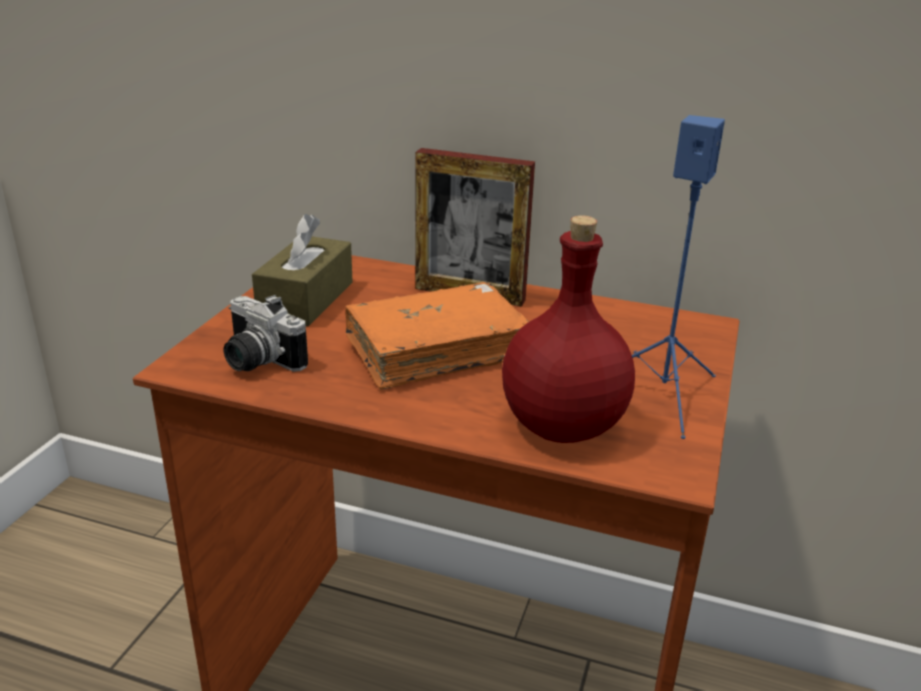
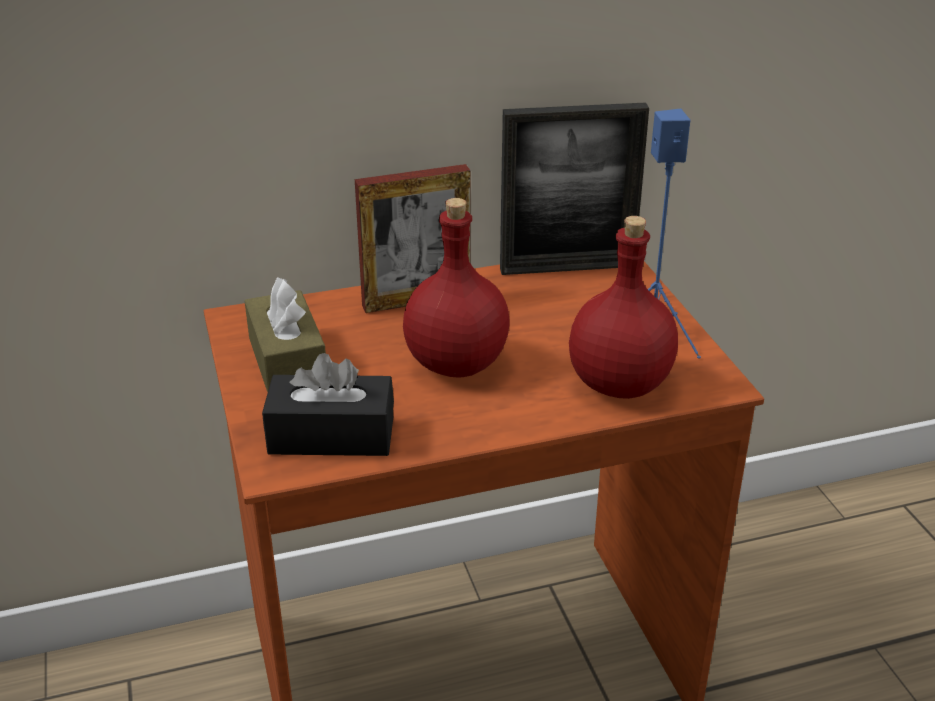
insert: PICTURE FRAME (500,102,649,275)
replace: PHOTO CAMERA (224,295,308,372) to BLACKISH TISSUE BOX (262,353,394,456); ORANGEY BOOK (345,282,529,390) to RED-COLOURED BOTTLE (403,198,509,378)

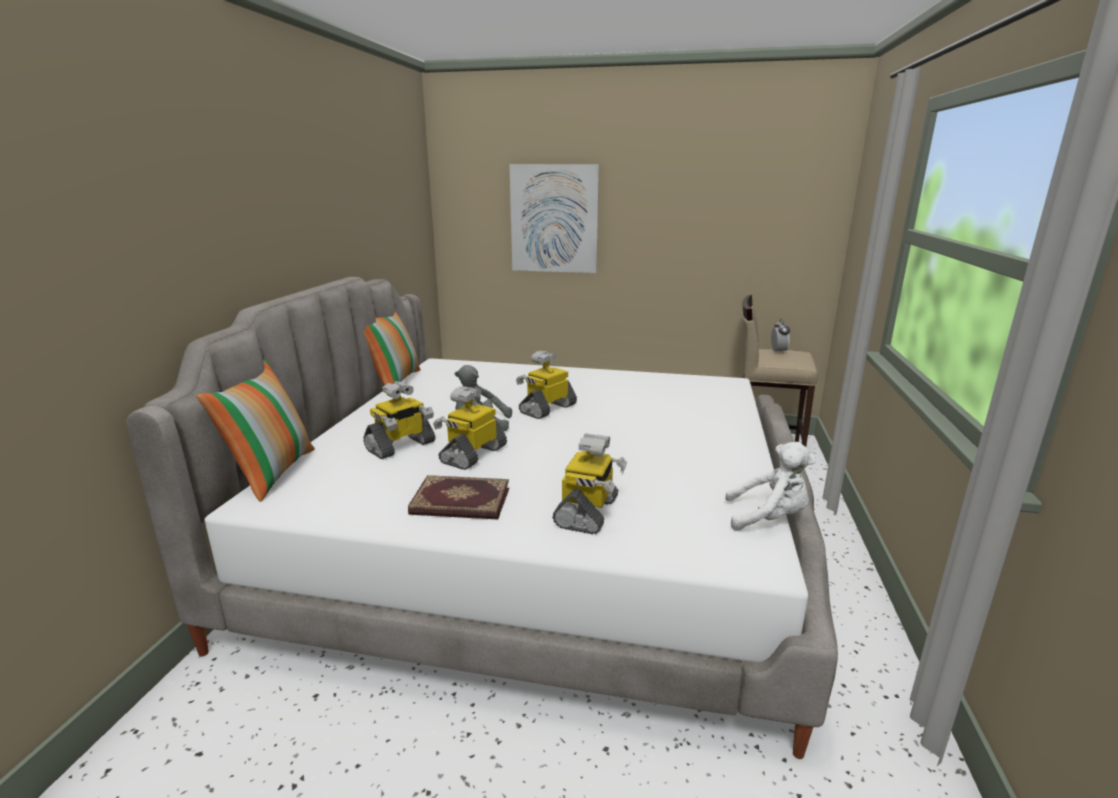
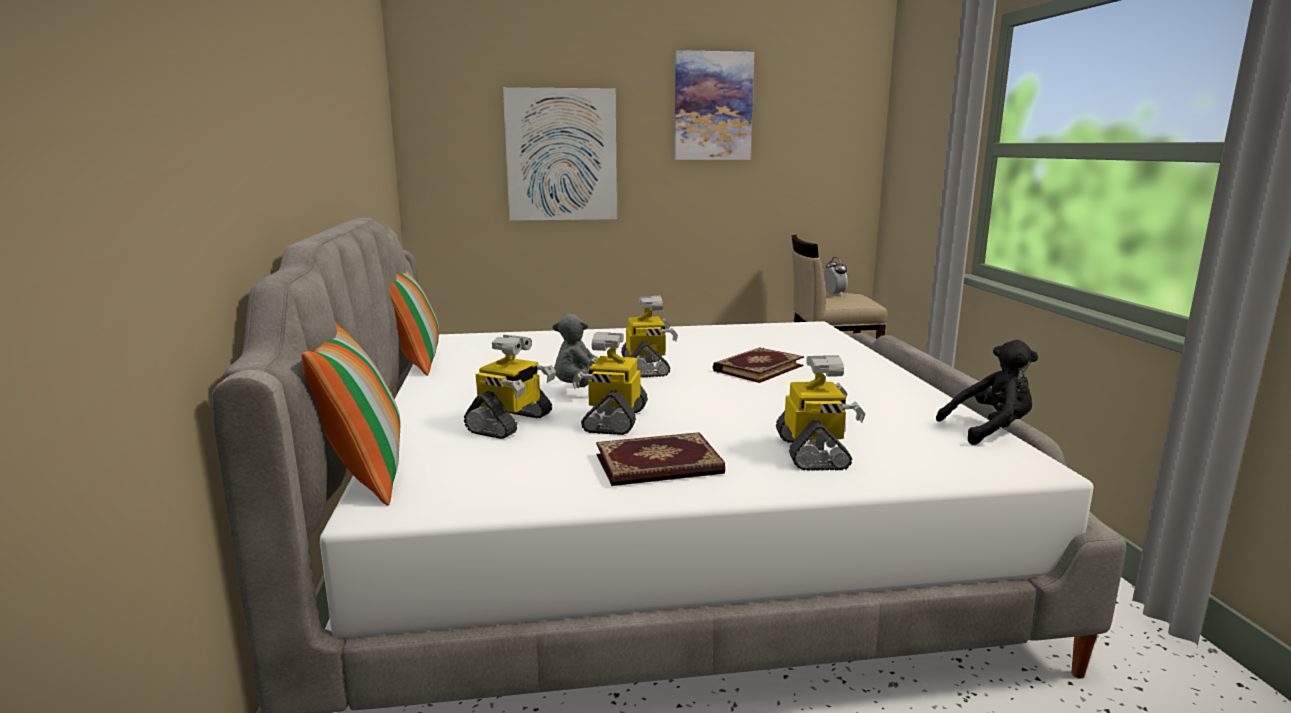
insert: PICTURE (675,50,754,160); BOOK (713,347,804,383)
recolor: WHITE-COLOURED SOFT TOY (725,442,816,531) to BLACKISH SOFT TOY (936,340,1038,445)
rotate: ROBOT FIGURE (516,351,577,419) = (621,296,678,377) 150 degrees clockwise

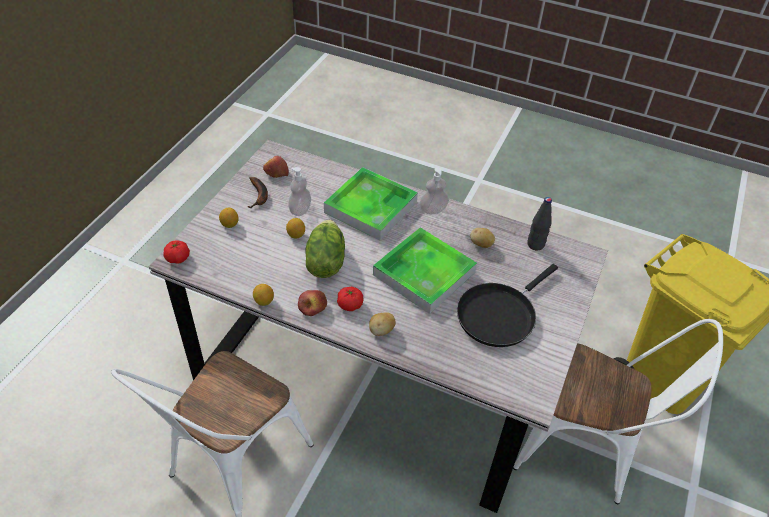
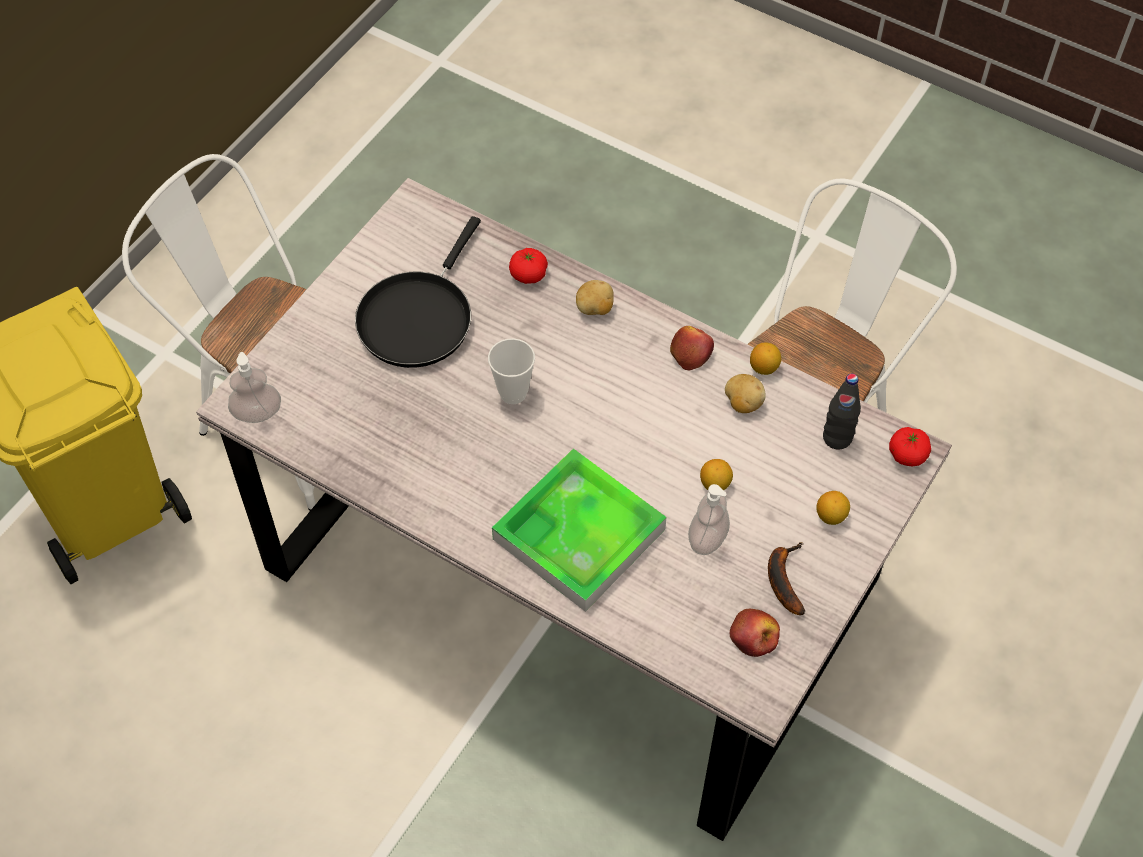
delete: LETTUCE HEAD (306,220,345,278)
move: FRESH TOMATO (337,287,363,311) to (509,248,548,284); SOAP DISPENSER (420,168,449,214) to (228,352,281,423); WHOLE POTATO (470,228,495,248) to (725,374,766,413); BLACKISH BOTTLE (527,197,552,250) to (823,374,861,449)
replace: SERVING TRAY (373,227,477,314) to CUP (488,338,535,404)
rotate: BLACKISH FRYING PAN (457,264,558,347) = (355,216,481,368) 150 degrees clockwise

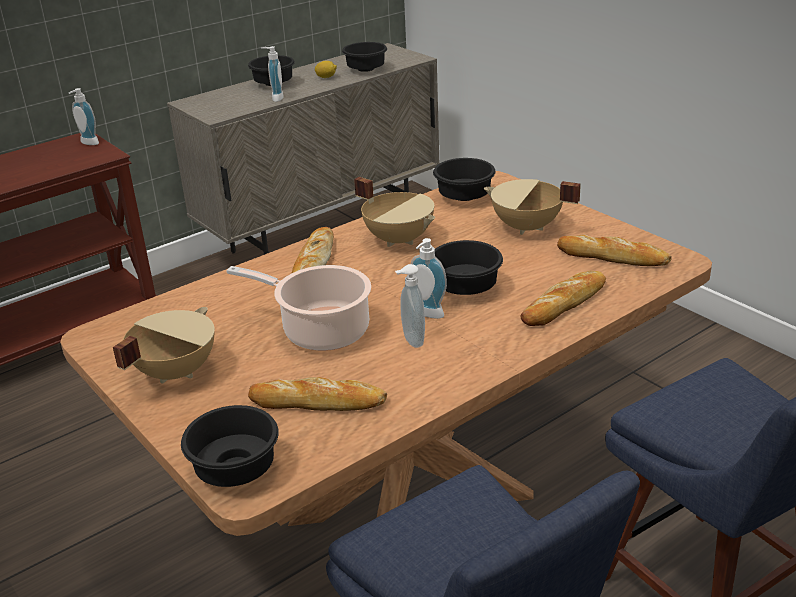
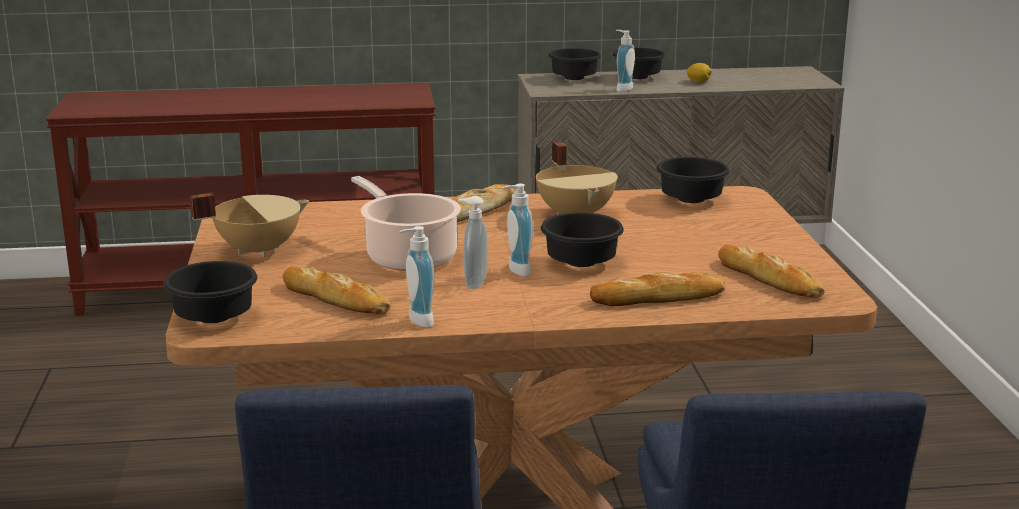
delete: BEIGE SAUCEPOT (484,179,581,235)
move: SOAP DISPENSER (69,88,99,145) to (399,226,435,328); BLACKISH SERVING BOWL (342,42,387,72) to (548,48,601,80)

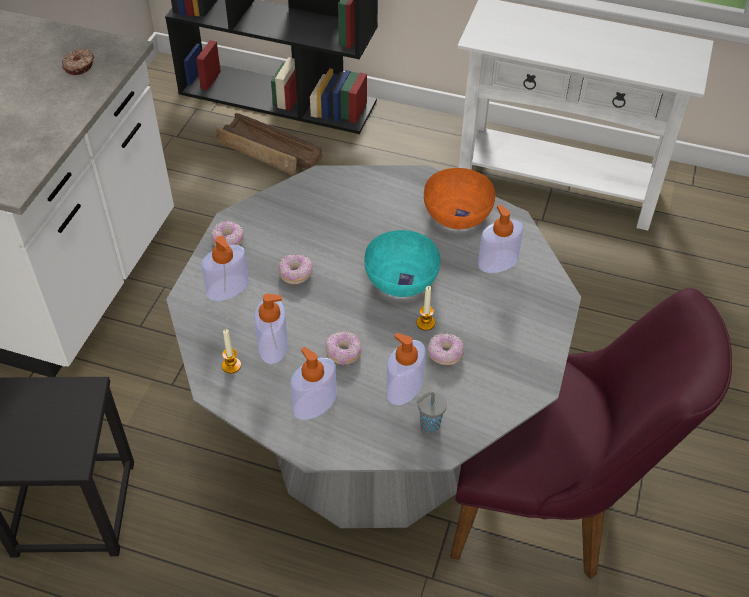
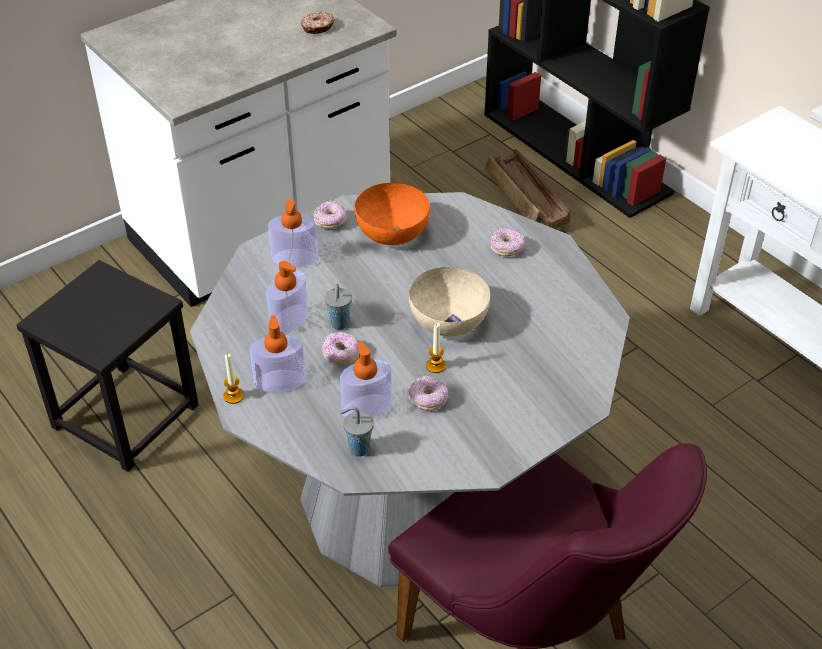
delete: SOAP DISPENSER (478,204,524,273)
insert: GRAY CUP (324,284,352,329)
move: WAX LIGHT (222,329,241,373) to (223,354,244,404); DONUT (279,254,313,284) to (491,227,525,256); ORANGEY SERVING BOWL (424,168,495,229) to (355,183,430,245)
recolor: BLUE-GREEN SERVING BOWL (364,230,440,297) to BEIGE SERVING BOWL (409,267,490,336)

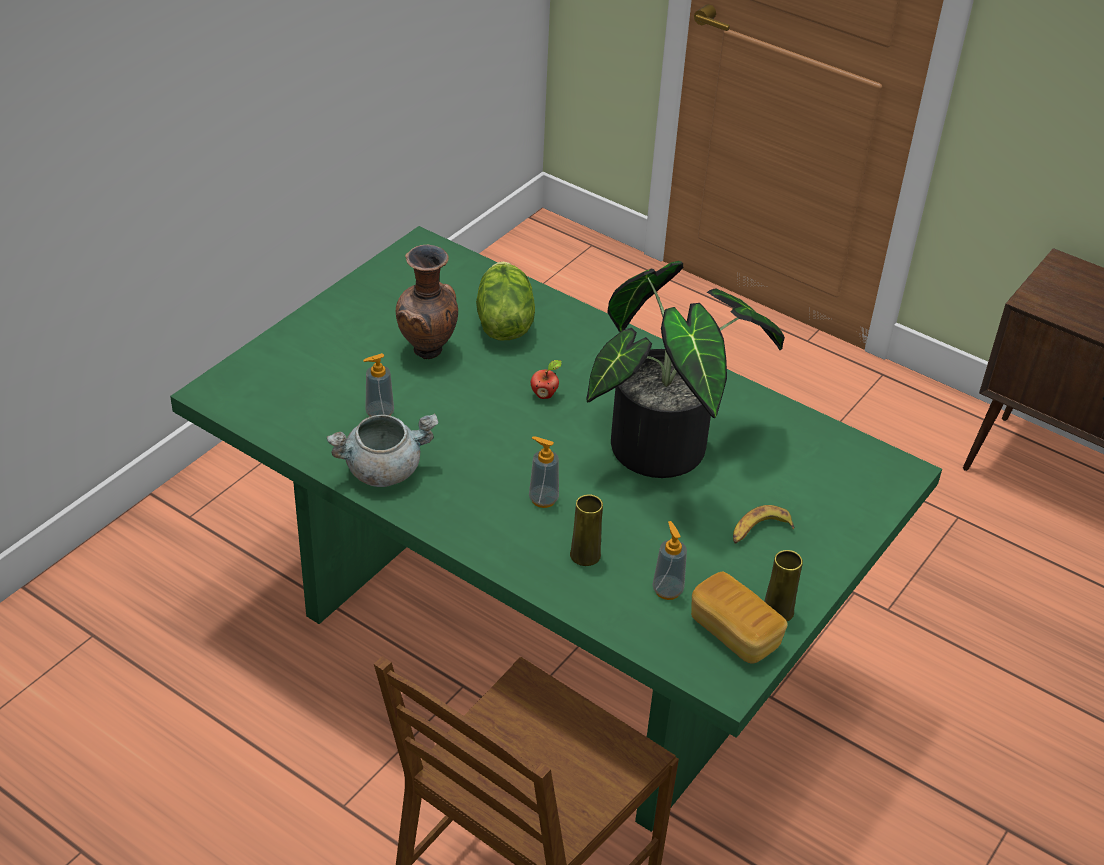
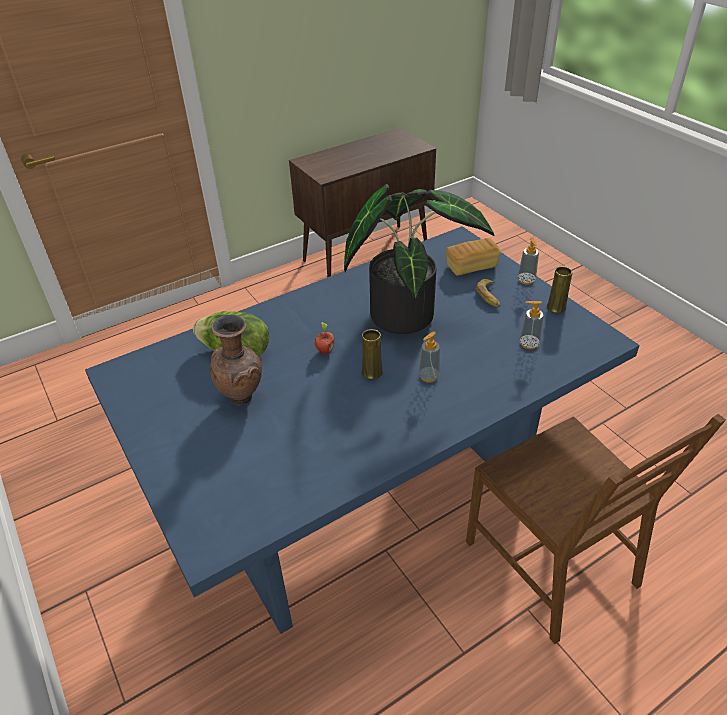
delete: GRAY SAUCEPOT (327,413,438,487)
move: SOAP DISPENSER (363,353,394,417) to (518,238,539,285); YELLOWISH DECORATIVE VASE (570,494,603,566) to (362,329,383,379); BREAD (691,571,787,664) to (446,238,501,276)
recolor: GREENISH KITCHEN TABLE (170,226,942,832) to BLUE KITCHEN TABLE (85,226,640,634)

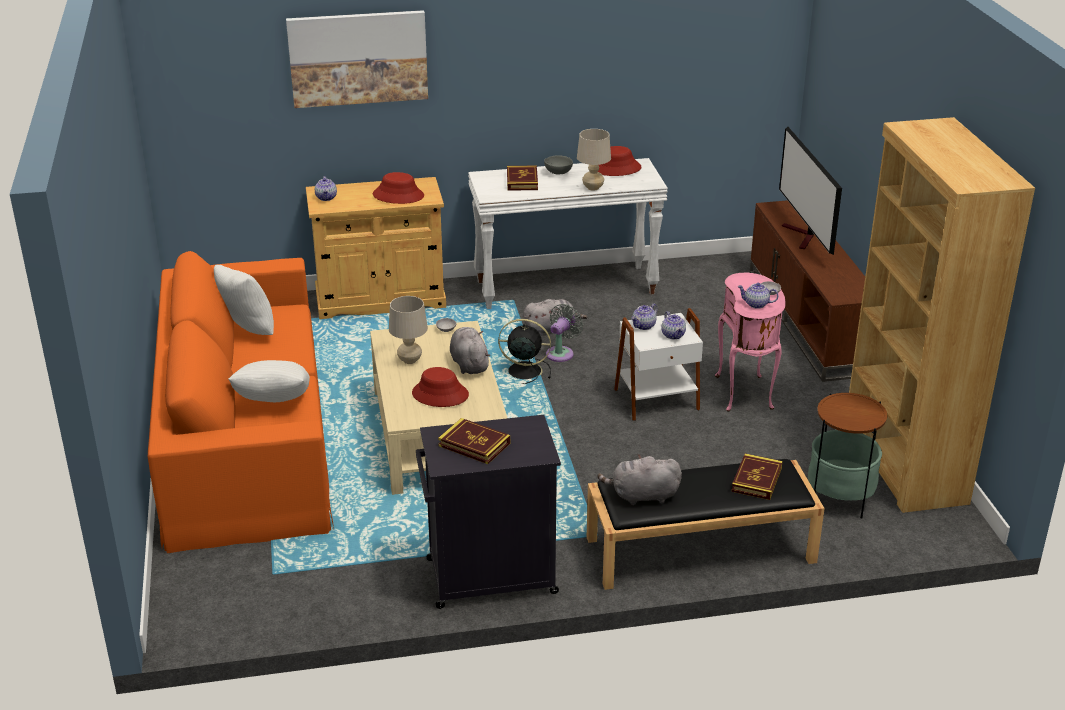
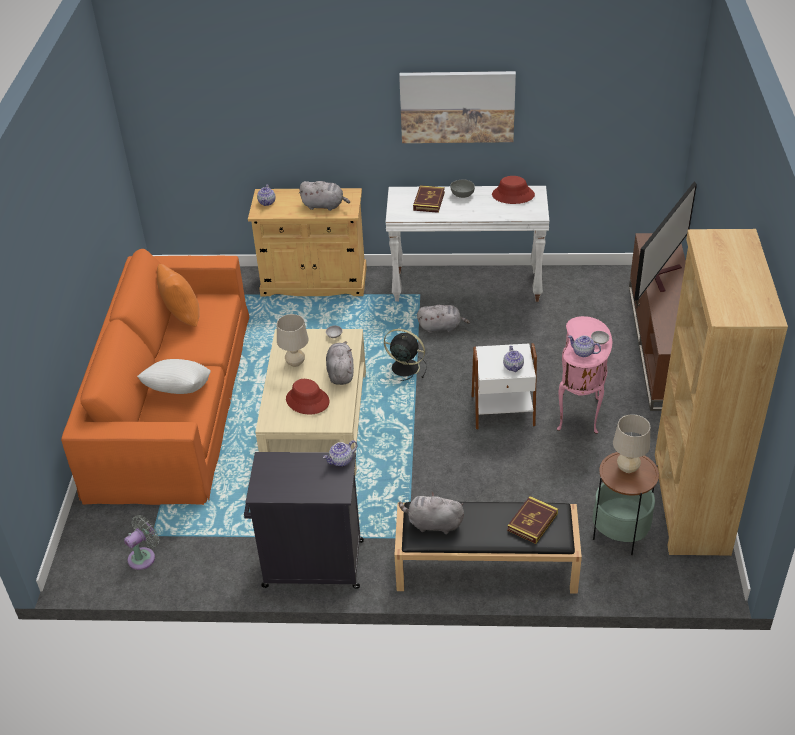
delete: BOOK (438,418,510,464)
move: PICTURE (286,10,428,108) to (399,71,516,143); GRAY FAN (546,304,583,362) to (124,515,159,570); BEIGE TABLE LAMP (577,129,611,191) to (613,414,650,473); TEA POT (632,303,657,330) to (323,440,358,467)
replace: RED-COLOURED WEARABLE HAT (373,172,424,204) to GRAY SOFT TOY (299,181,350,211)
recolor: WHITE-COLOURED THROW PILLOW (214,265,274,335) to ORANGEY THROW PILLOW (157,264,200,327)
rotate: TELEVISION (779,127,842,255) = (634,181,697,301) 150 degrees counterclockwise

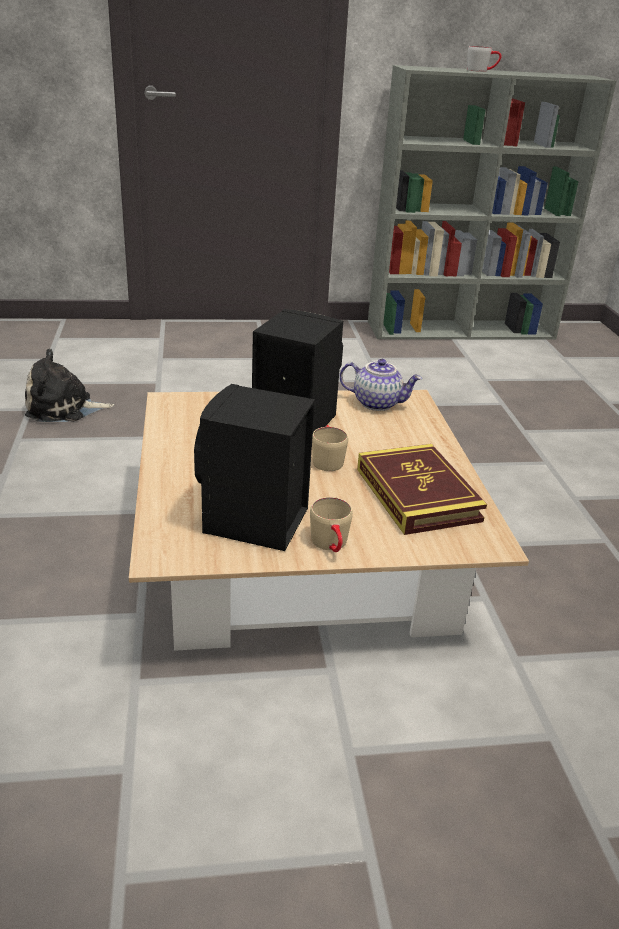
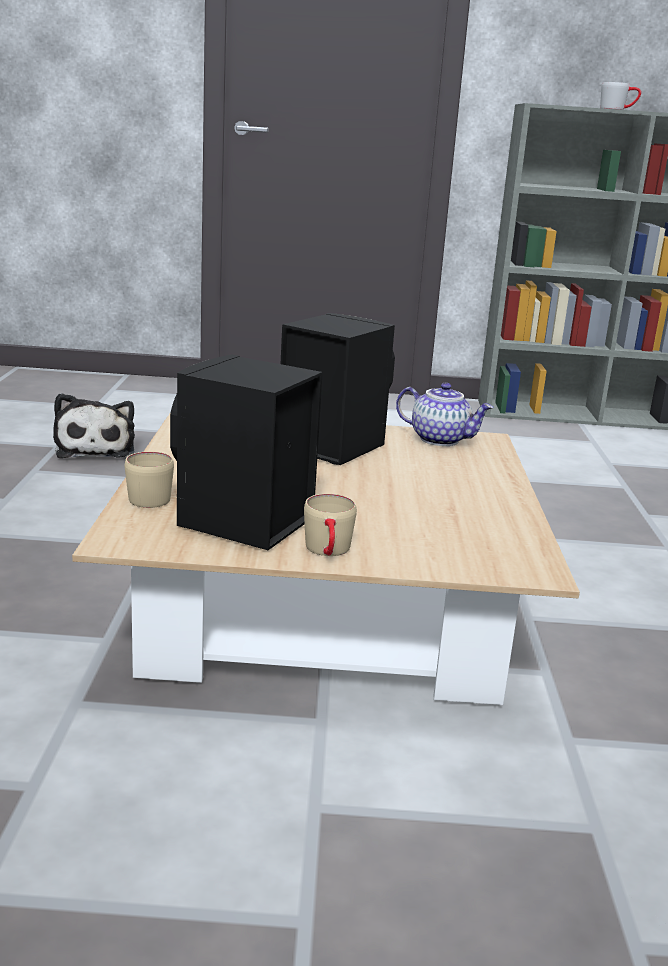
delete: BOOK (357,444,487,535)
move: BEIGE COFFEE MUG (312,425,348,471) to (125,452,174,508)
rotate: SOFT TOY (25,349,114,422) = (53,393,135,458) 105 degrees counterclockwise

